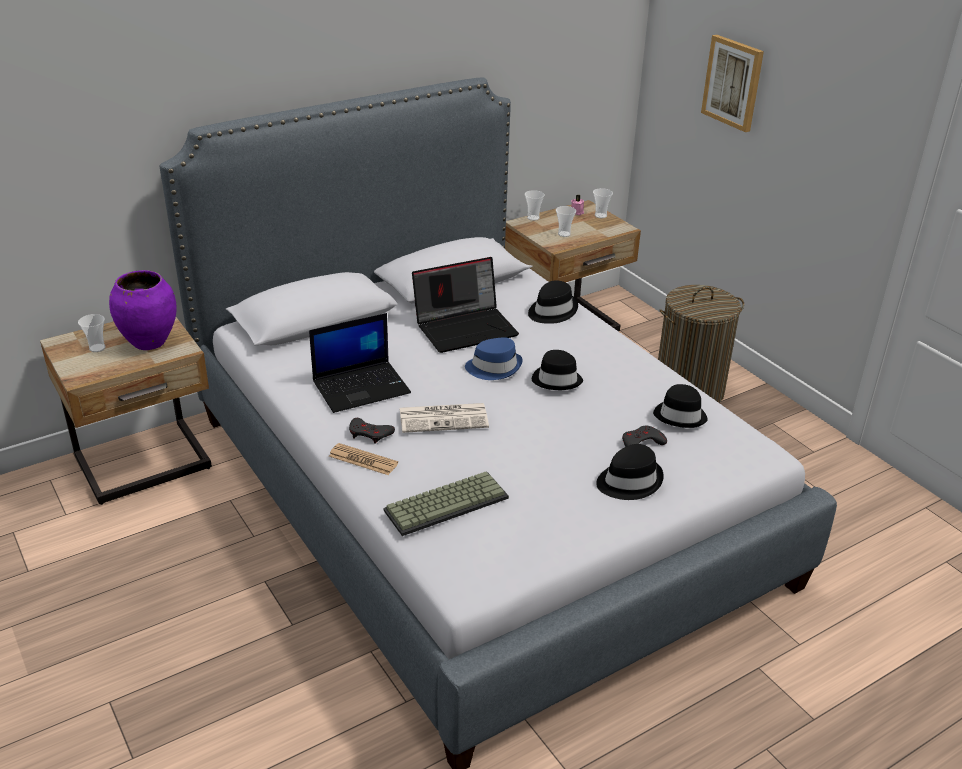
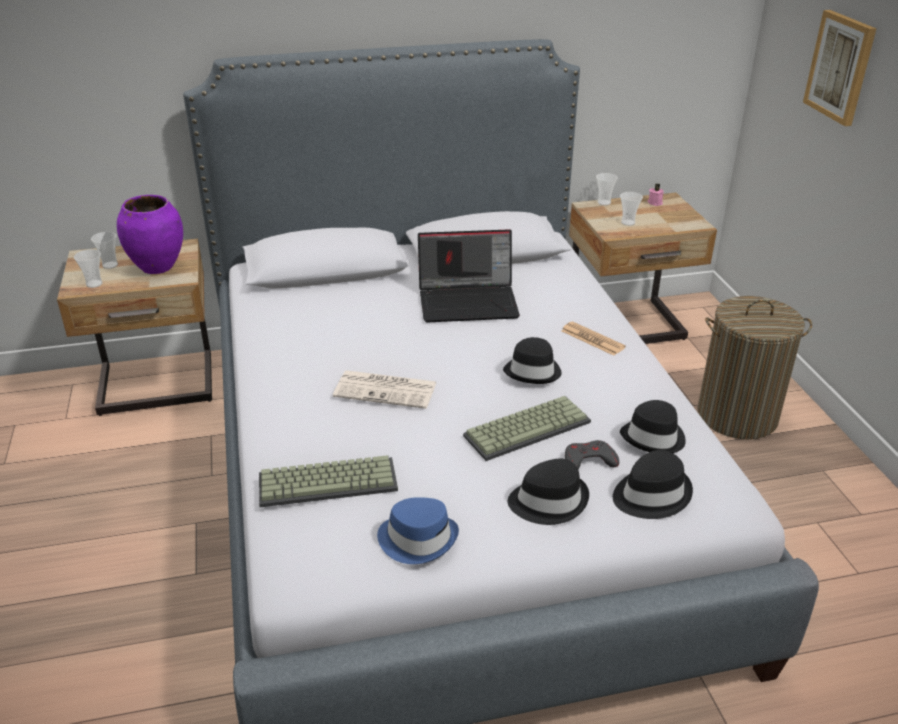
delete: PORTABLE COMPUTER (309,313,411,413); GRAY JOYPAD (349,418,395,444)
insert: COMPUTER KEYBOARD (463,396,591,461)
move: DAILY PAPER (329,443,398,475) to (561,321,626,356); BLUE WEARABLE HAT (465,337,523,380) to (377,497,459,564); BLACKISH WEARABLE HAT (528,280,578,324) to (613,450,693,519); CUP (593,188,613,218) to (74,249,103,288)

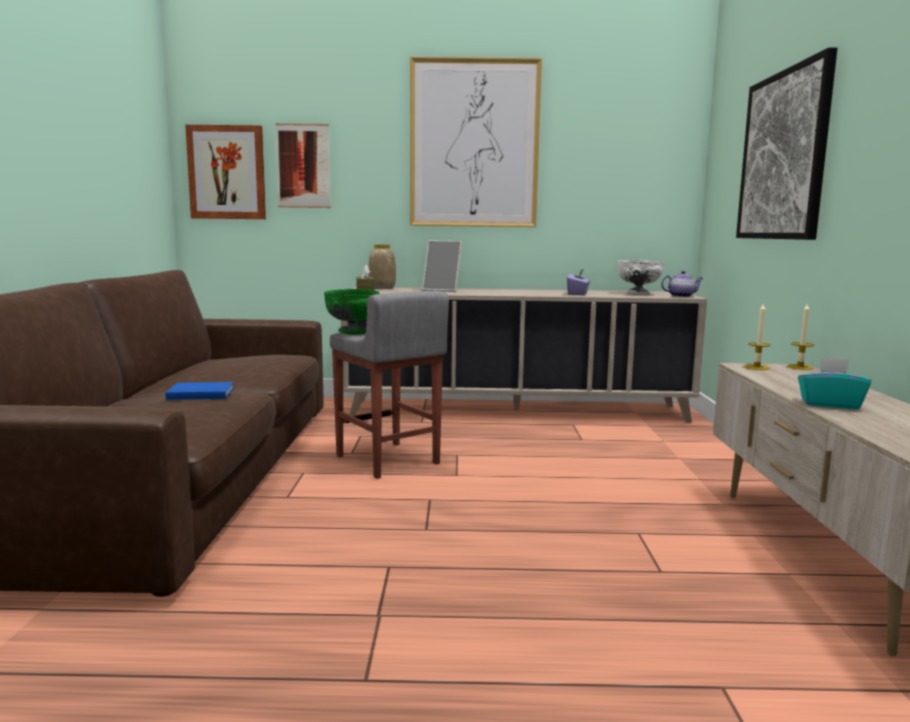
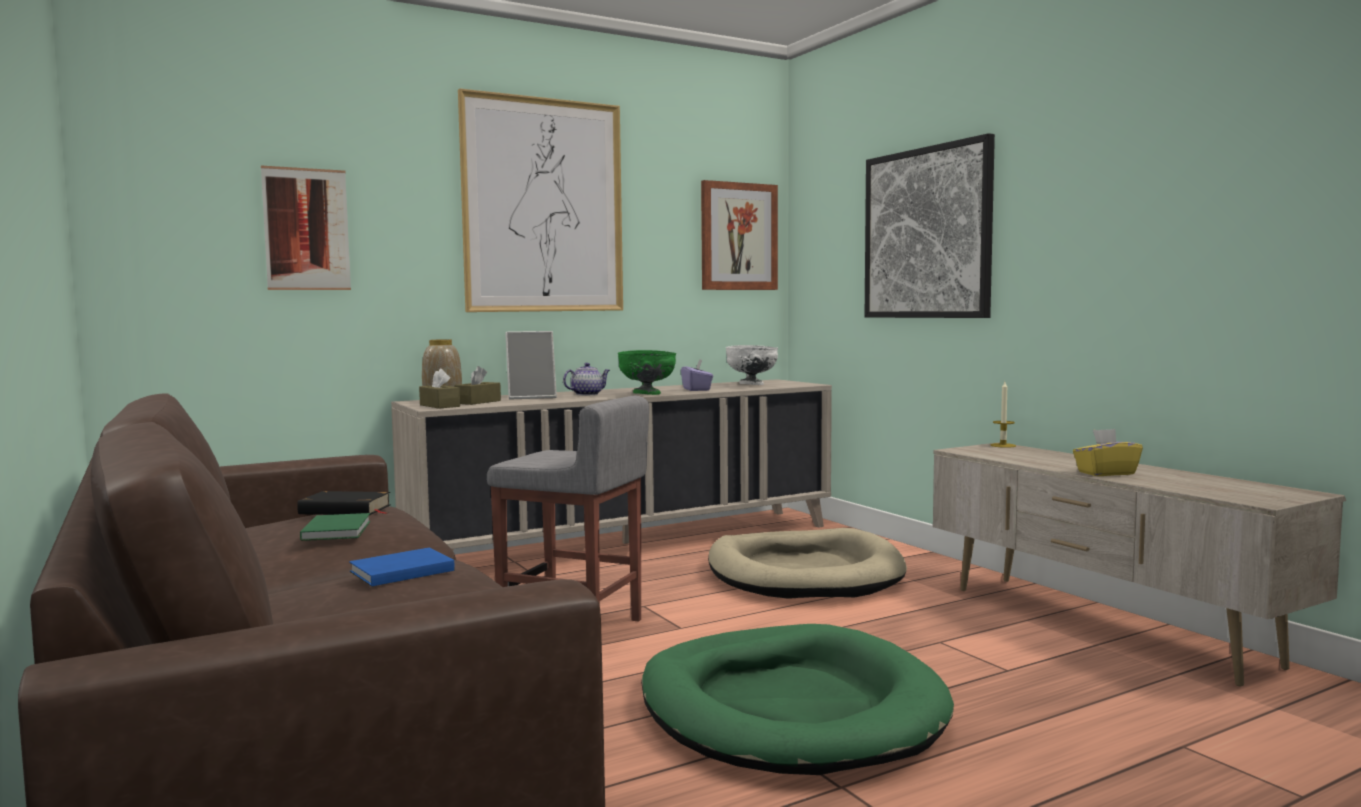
delete: WAX LIGHT (744,302,771,370)
insert: BLACKISH BOOK (297,491,391,515); GREENISH BOOK (300,513,370,541); BROWNISH TISSUE BOX (454,366,501,405); GREENISH DOG BED (641,624,954,775); BEIGE DOG BED (708,528,907,599)
move: PICTURE (185,125,266,219) to (701,180,778,290); GREENISH SERVING BOWL (324,289,380,335) to (618,350,676,395); TEA POT (661,271,703,297) to (563,363,610,396)
recolor: BLUE-GREEN TISSUE BOX (798,357,871,409) to YELLOWISH TISSUE BOX (1073,429,1143,476)

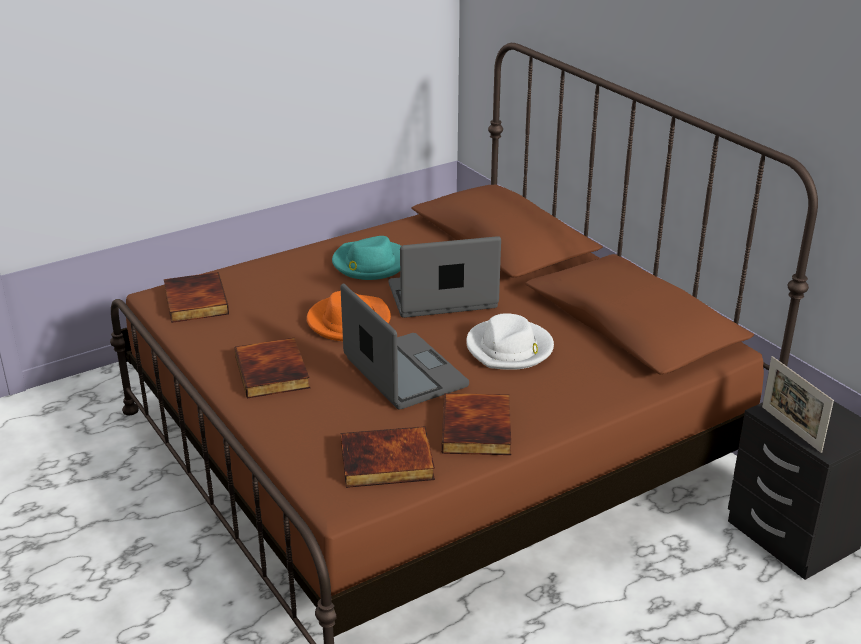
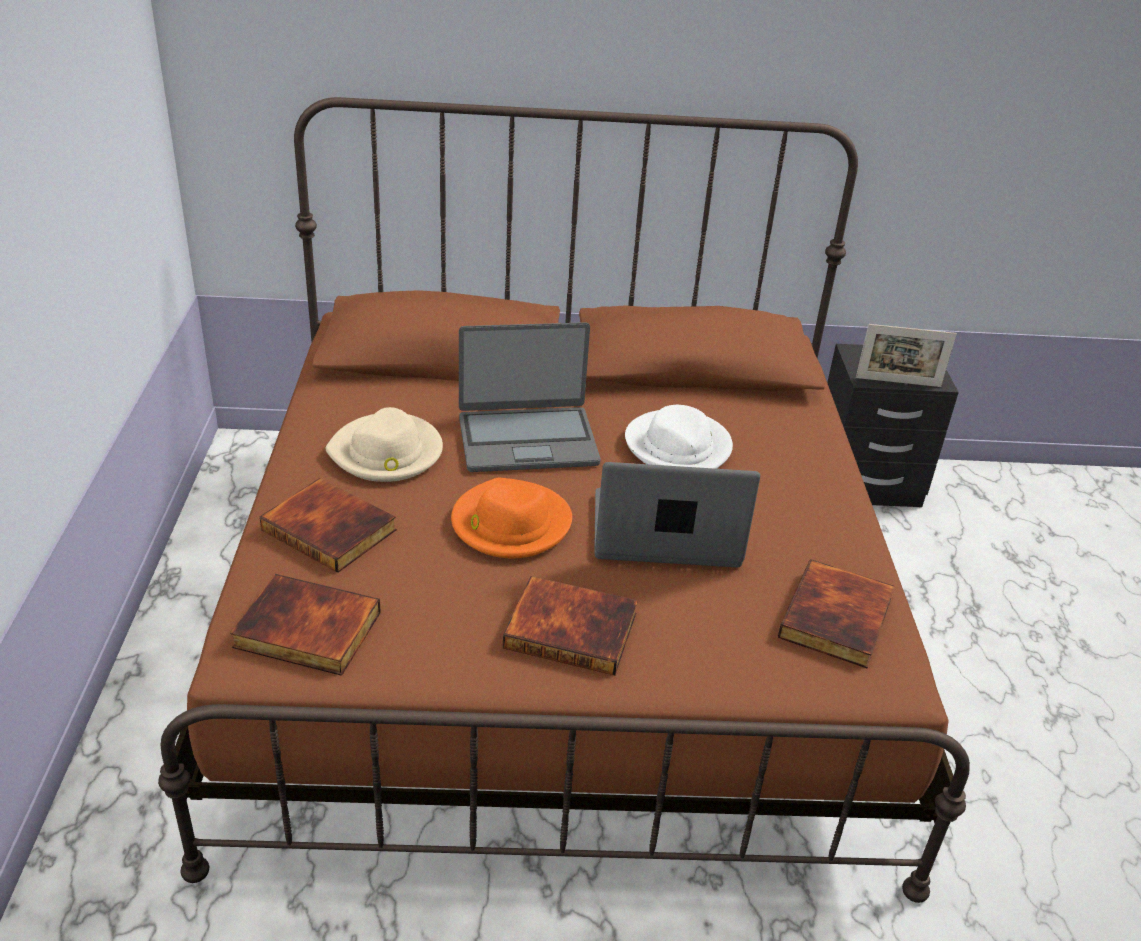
move: BOOK (442,393,511,455) to (260,478,396,573)
recolor: BLUE-GREEN WEARABLE HAT (332,236,401,280) to BEIGE WEARABLE HAT (325,407,443,482)
rotate: PORTABLE COMPUTER (388,236,501,318) = (459,322,601,472) 120 degrees counterclockwise

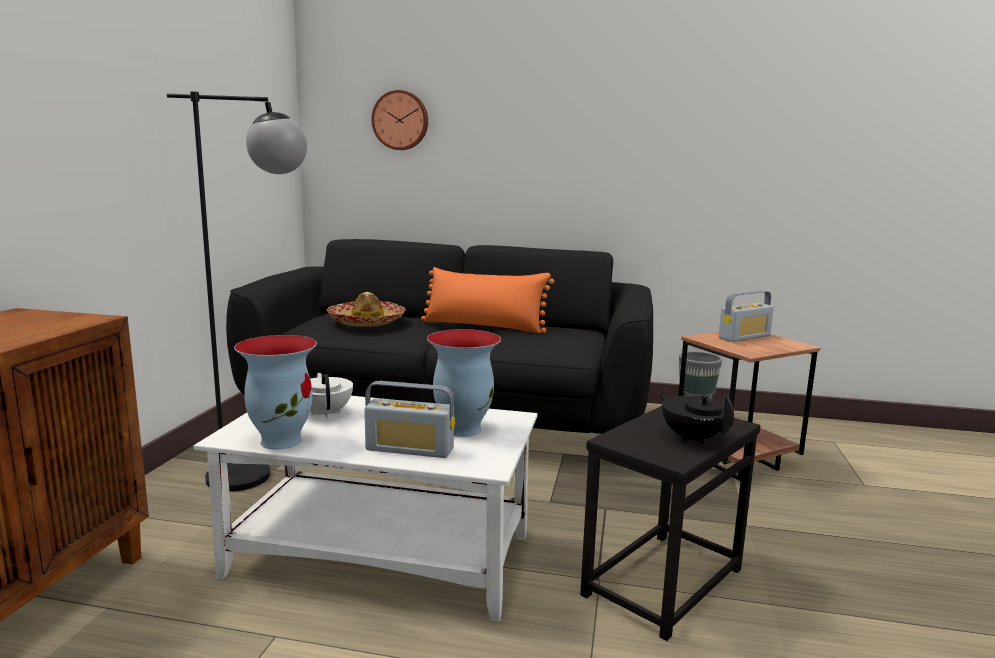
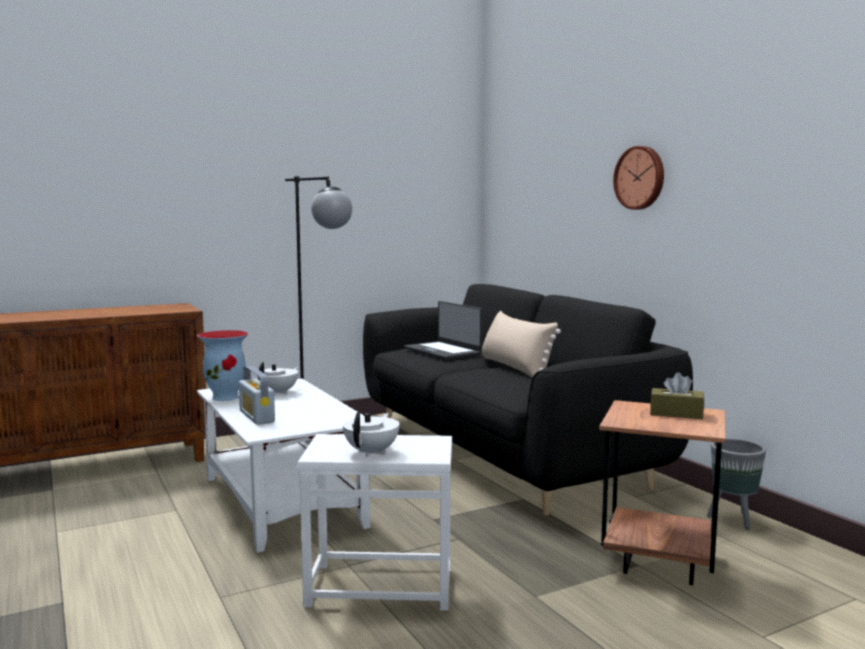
delete: DECORATIVE VASE (427,329,501,437)
move: CLOCK ON THE WALL (371,90,428,150) to (613,146,664,210)
replace: WEARABLE HAT (327,292,406,327) to PORTABLE COMPUTER (404,301,483,359); RADIO RECEIVER (719,290,774,342) to BROWNISH TISSUE BOX (650,372,704,419)
recolor: ORANGEY THROW PILLOW (421,267,554,333) to BEIGE THROW PILLOW (482,311,561,378); BLACKISH END TABLE (580,406,760,641) to WHITE-COLOURED END TABLE (297,434,452,611); BLACKISH TEA POT (658,392,734,444) to WHITE-COLOURED TEA POT (343,412,399,457)

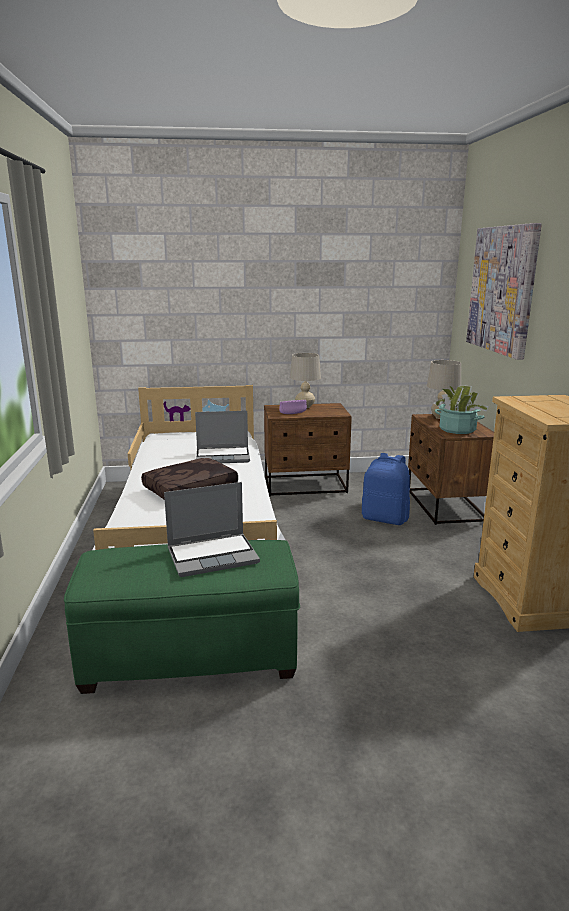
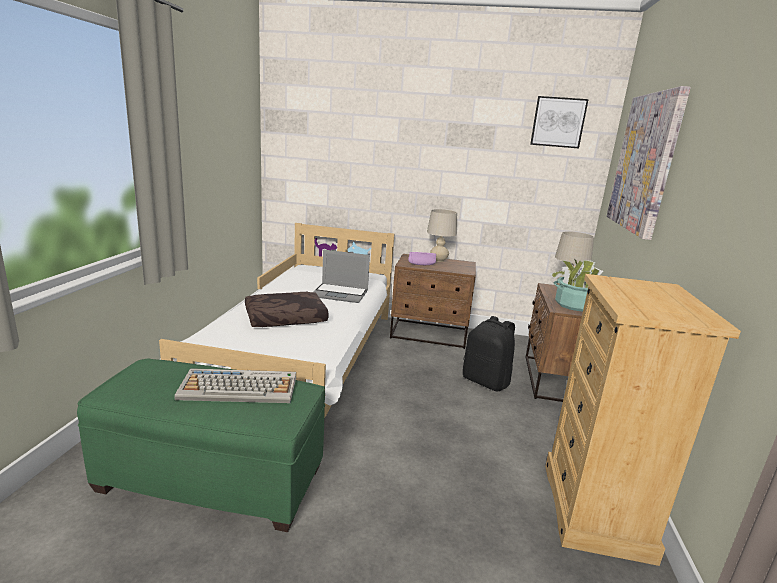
insert: PICTURE (530,96,589,148)
replace: PORTABLE COMPUTER (164,482,260,577) to COMPUTER KEYBOARD (174,368,296,403)
recolor: BLUE BACKPACK (362,453,410,525) to BLACKISH BACKPACK (463,316,515,391)

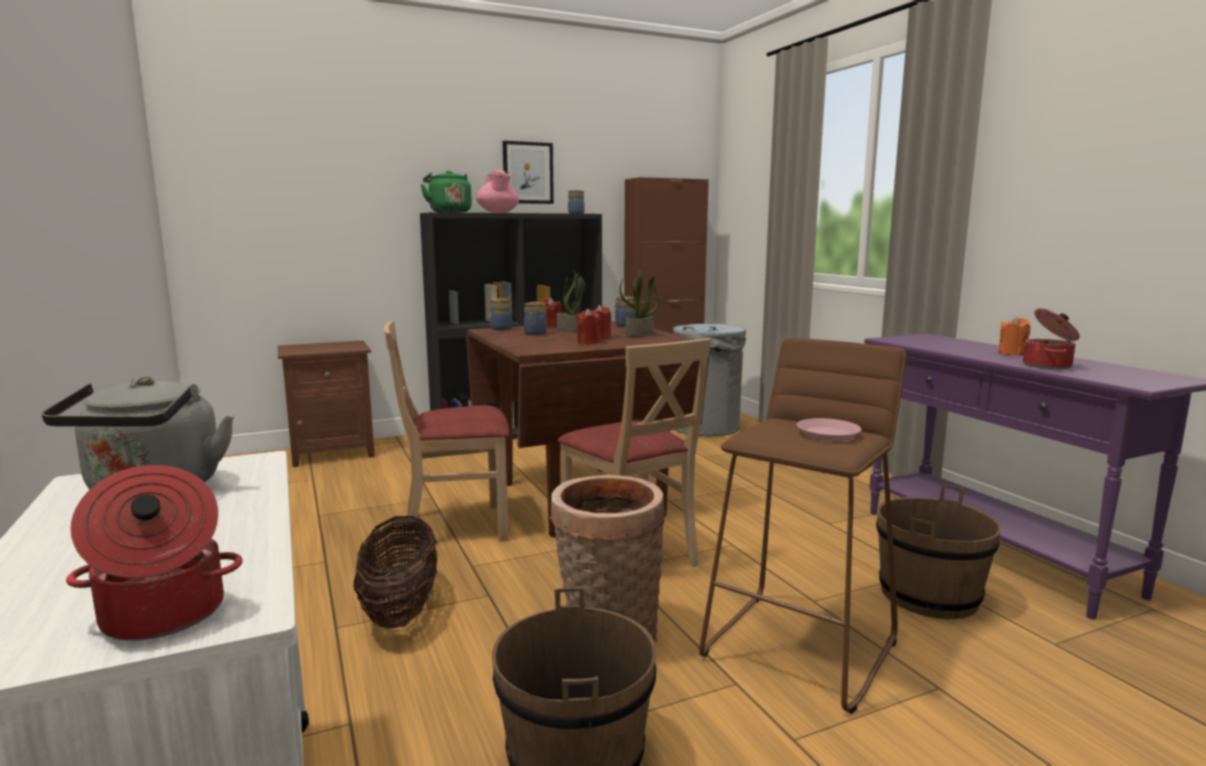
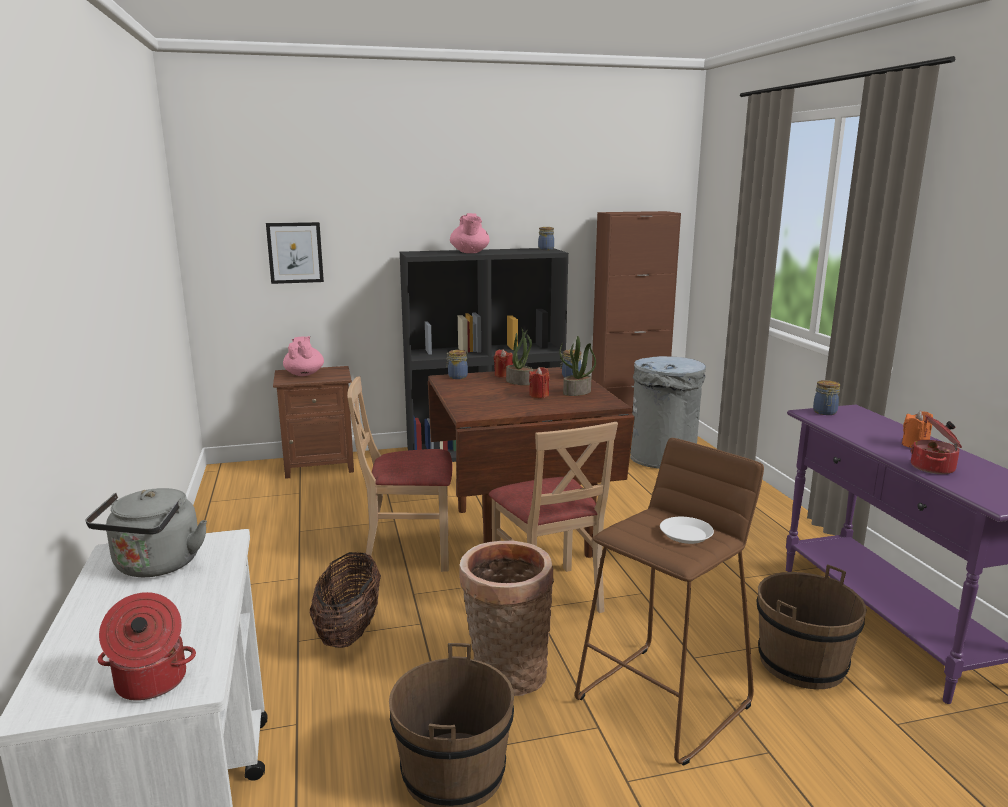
delete: GREENISH KETTLE (420,170,472,213); RED-COLOURED WAX LIGHT (577,309,601,344)
insert: PINK-COLOURED TEA POT (283,336,324,376)
move: PICTURE (502,141,554,204) to (266,222,324,284); STORAGE JAR (524,302,547,335) to (813,380,840,415)
recolor: PINK-COLOURED PLATE (797,418,862,441) to WHITE-COLOURED PLATE (660,517,714,544)

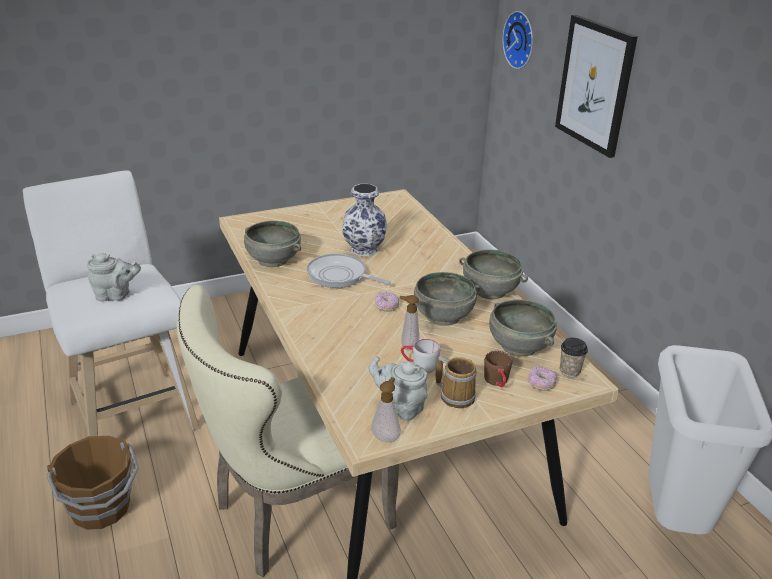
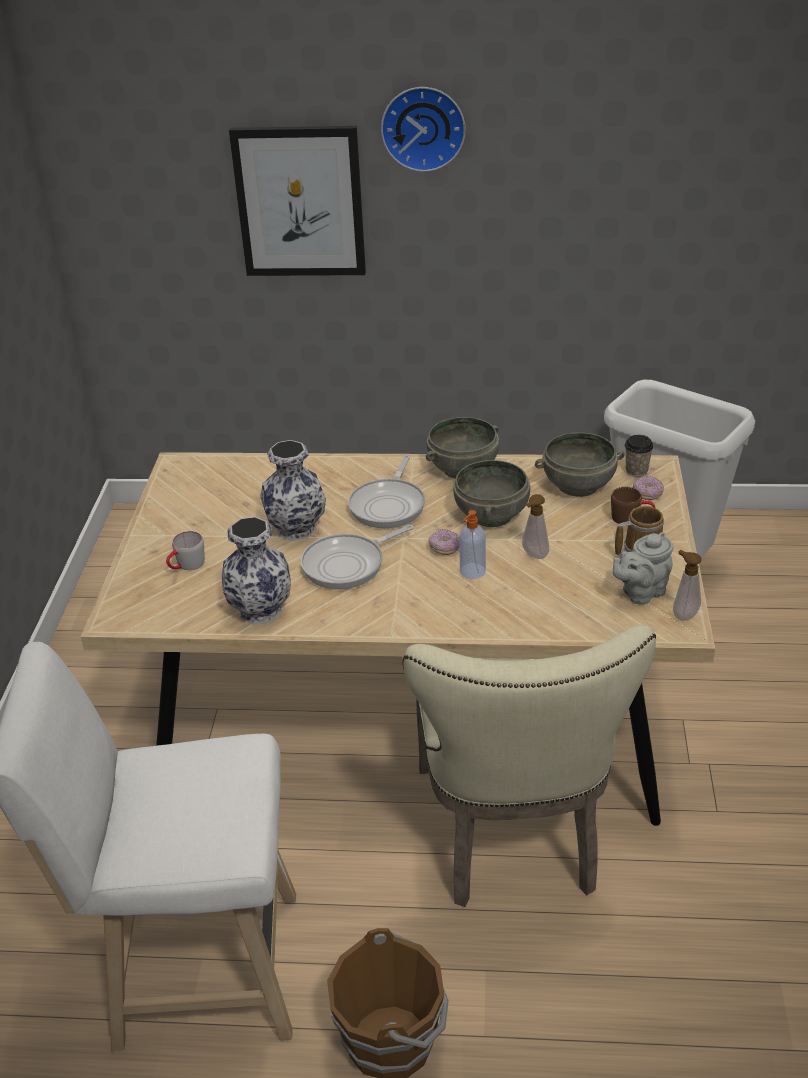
delete: GRAY TEA POT (87,253,141,301)
insert: FRYING PAN (348,455,425,528); SOAP DISPENSER (459,510,486,579)
move: GRAY COFFEE MUG (401,339,440,373) to (166,531,205,570); CLOCK ON THE WALL (502,11,533,69) to (381,87,466,172)
replace: GRAY SERVING BOWL (244,221,301,267) to DECORATIVE VASE (222,517,291,625)

